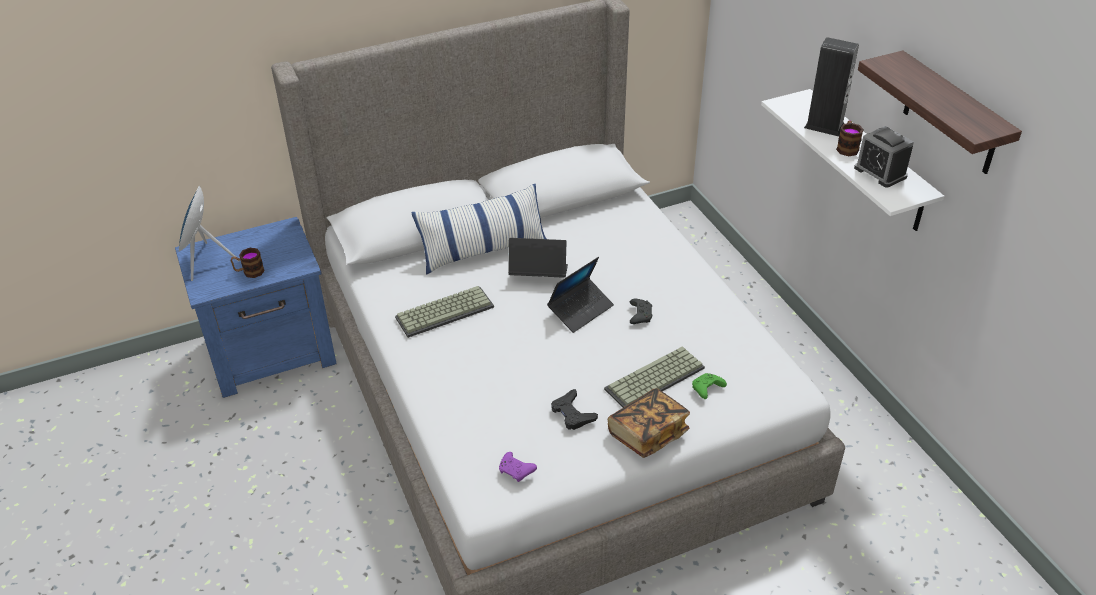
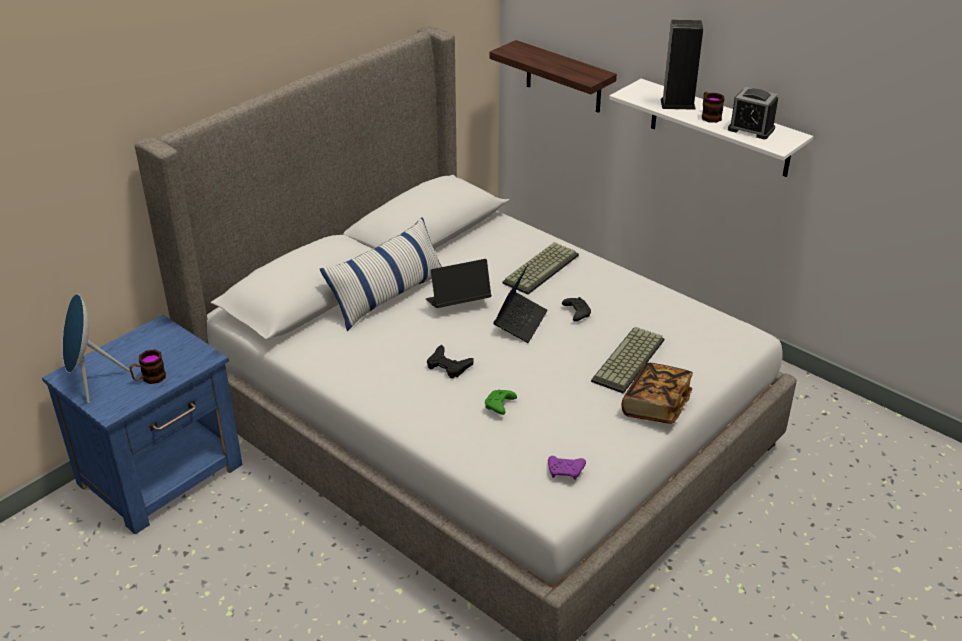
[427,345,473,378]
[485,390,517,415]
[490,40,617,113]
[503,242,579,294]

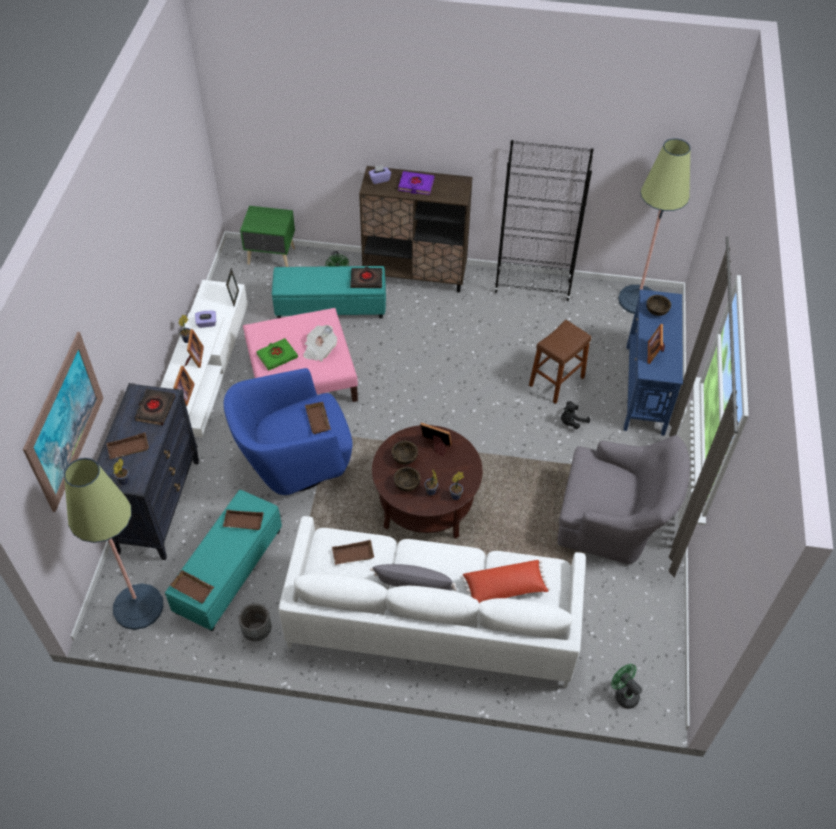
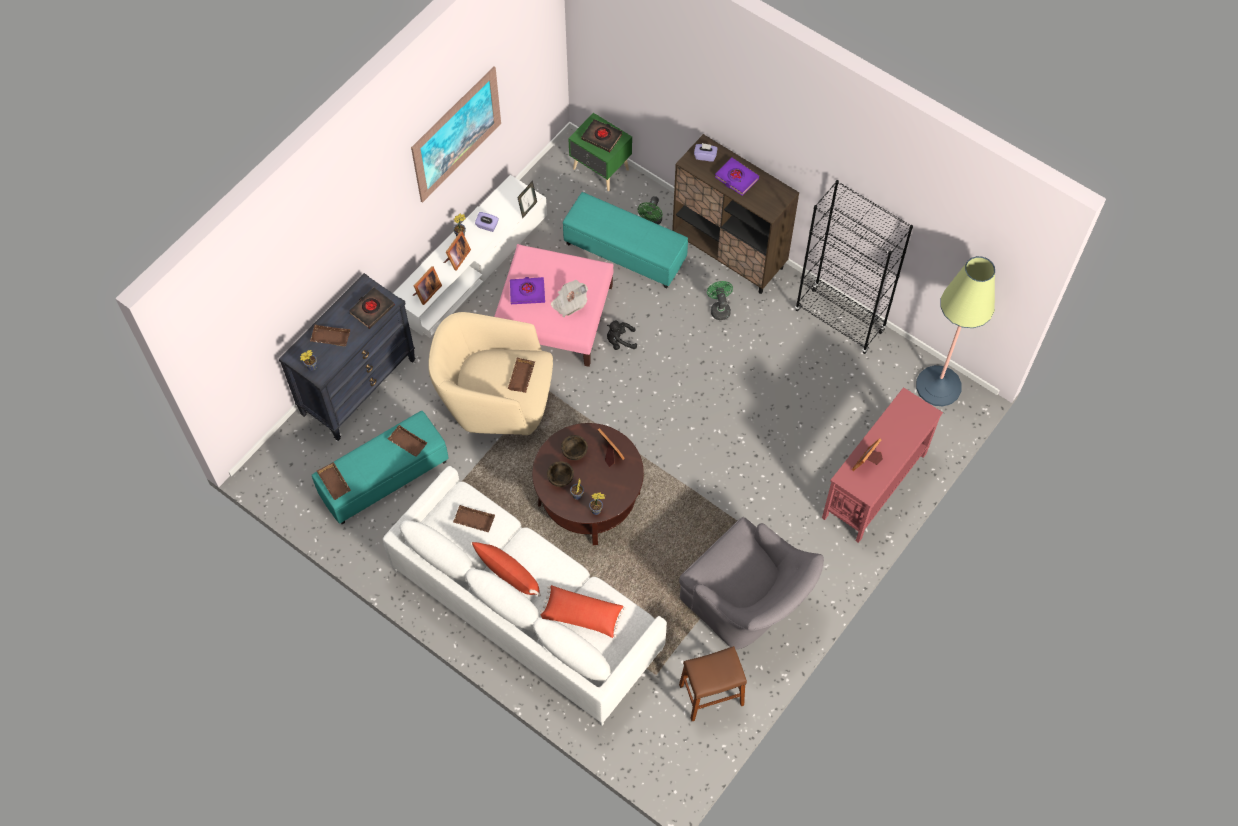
[411,67,501,203]
[428,312,553,435]
[470,542,541,597]
[510,277,545,304]
[581,119,622,152]
[607,320,637,350]
[679,646,747,721]
[707,281,733,320]
[822,387,943,543]
[64,458,163,630] (first image)
[238,603,271,642] (first image)
[647,295,671,316] (first image)

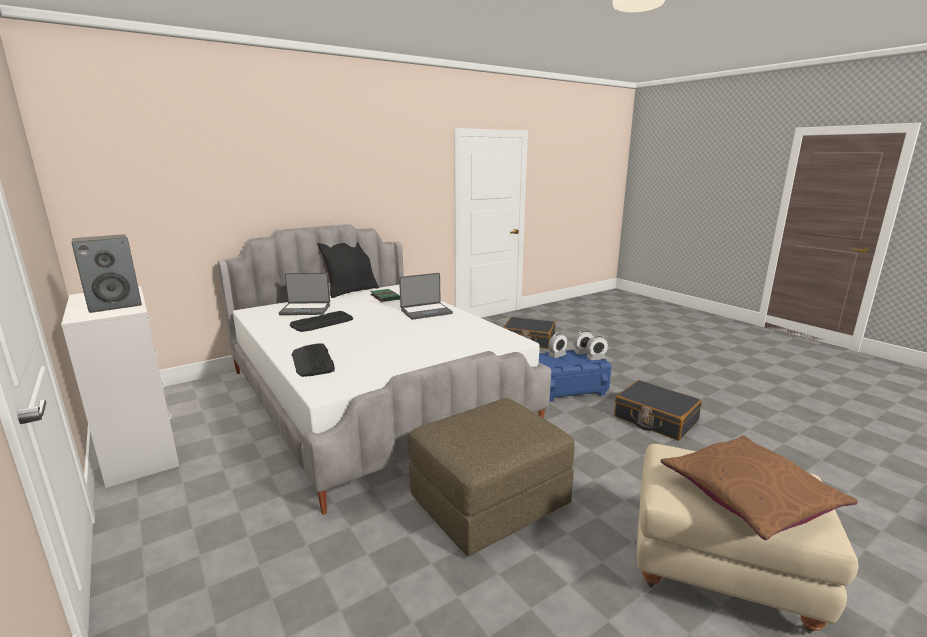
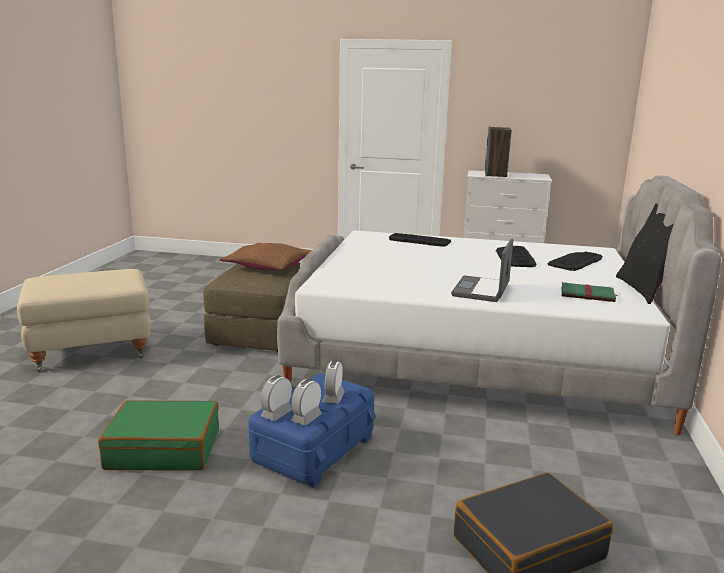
[98,400,219,470]
[219,243,312,270]
[548,252,603,271]

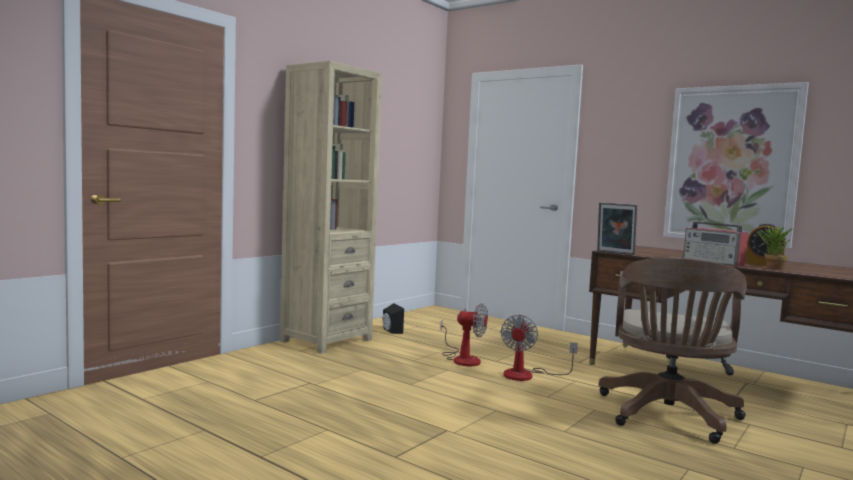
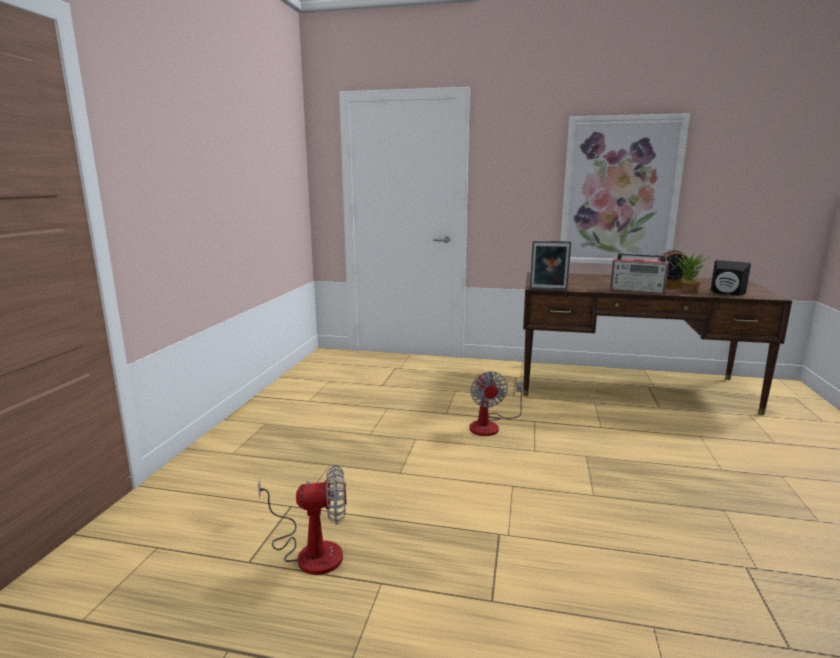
[258,465,346,575]
[711,260,751,296]
[280,61,382,354] (first image)
[598,258,747,444] (first image)

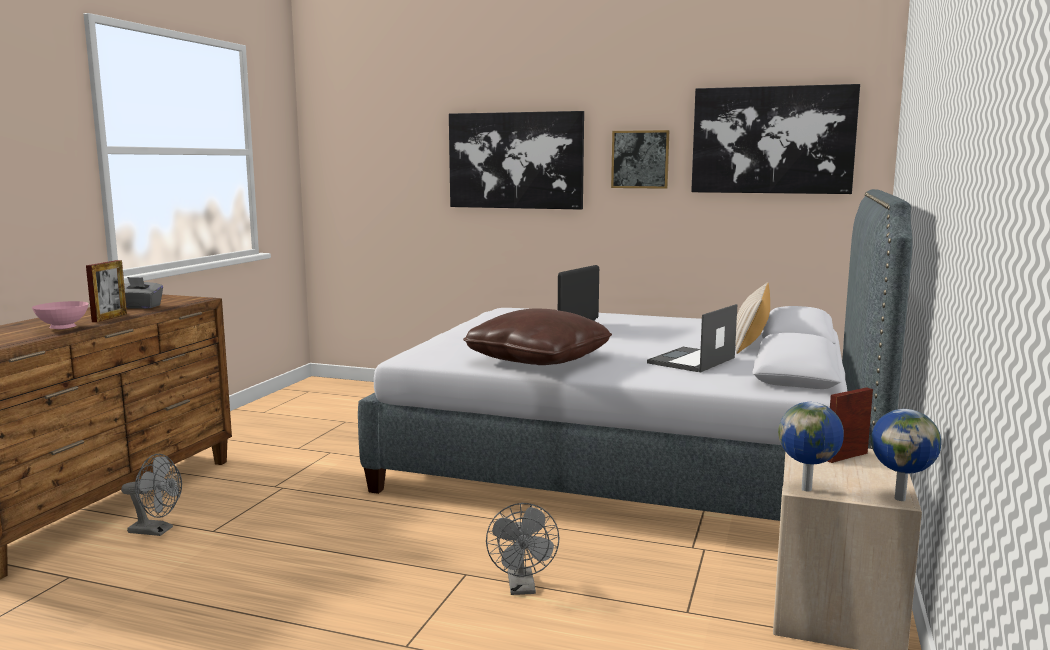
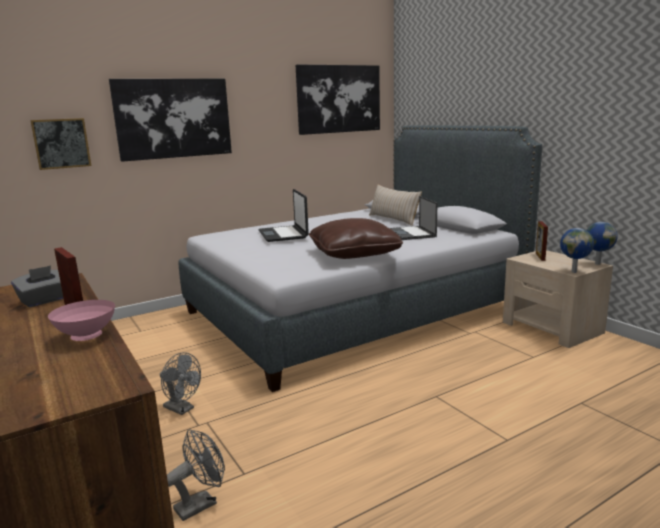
[30,118,91,170]
[160,352,201,415]

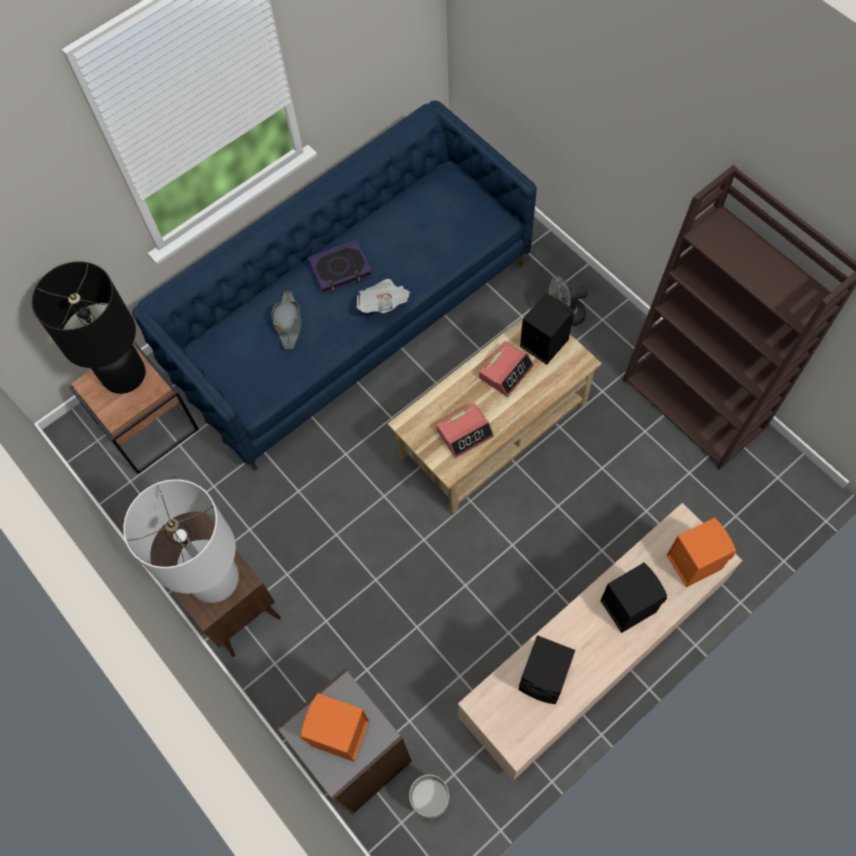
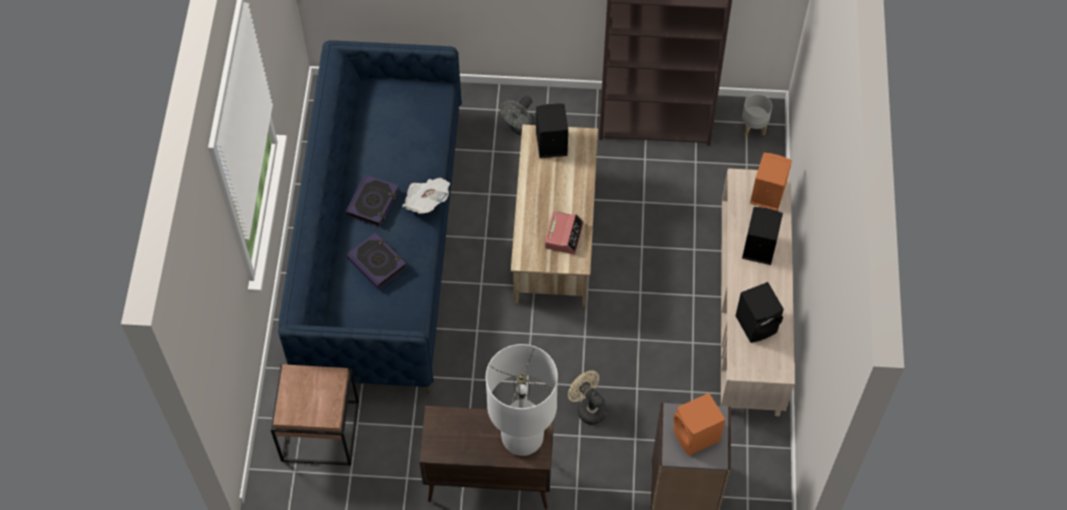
[346,233,407,289]
[568,371,607,425]
[742,94,772,136]
[32,261,146,394] (first image)
[479,341,534,397] (first image)

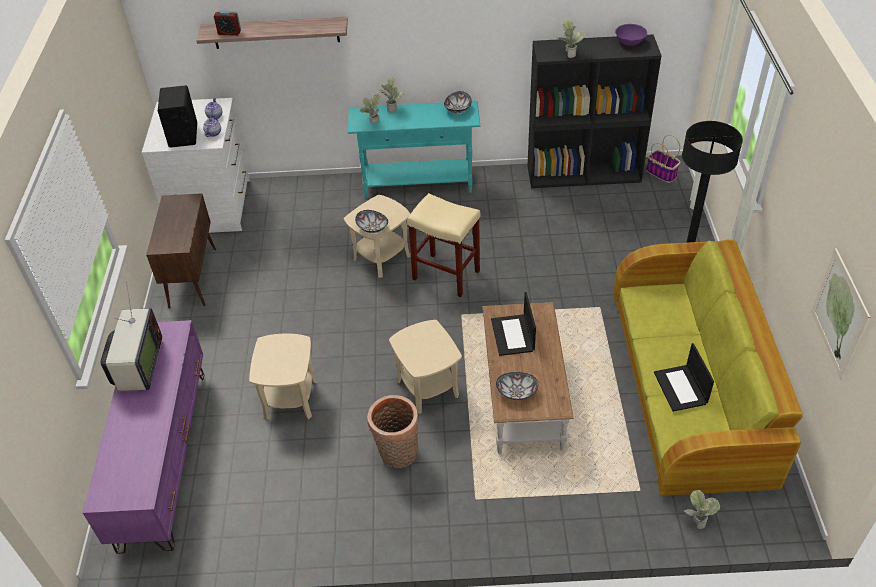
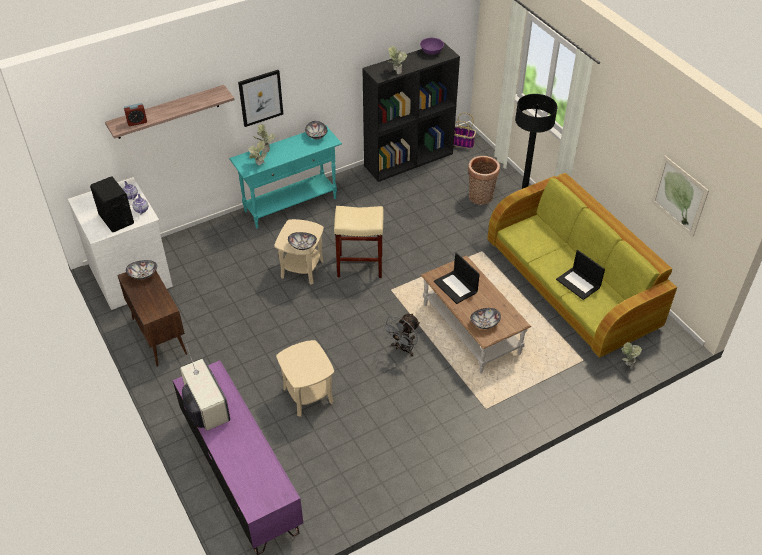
[126,260,157,279]
[238,70,283,127]
[382,313,420,357]
[468,156,500,205]

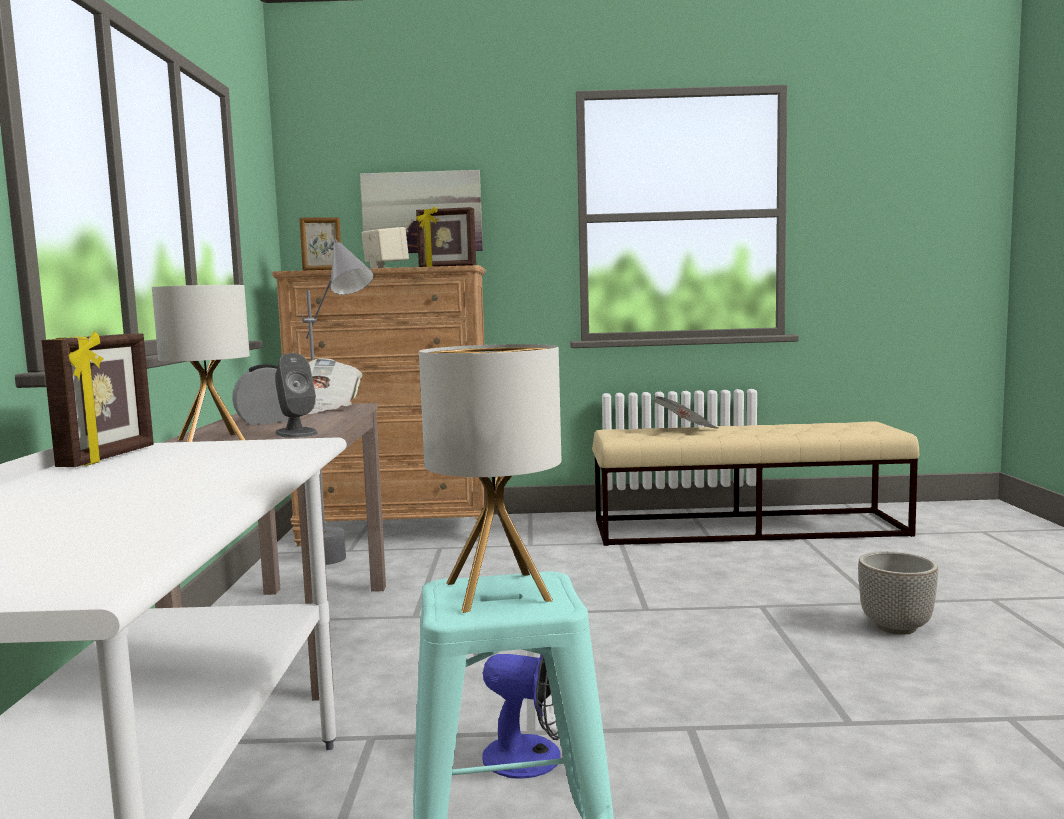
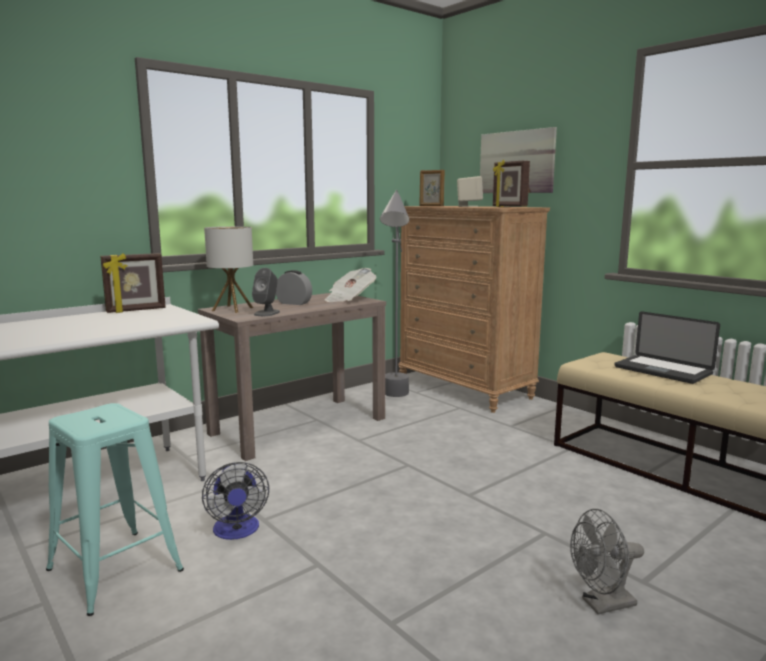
[570,509,644,614]
[614,311,720,384]
[419,344,562,613] (first image)

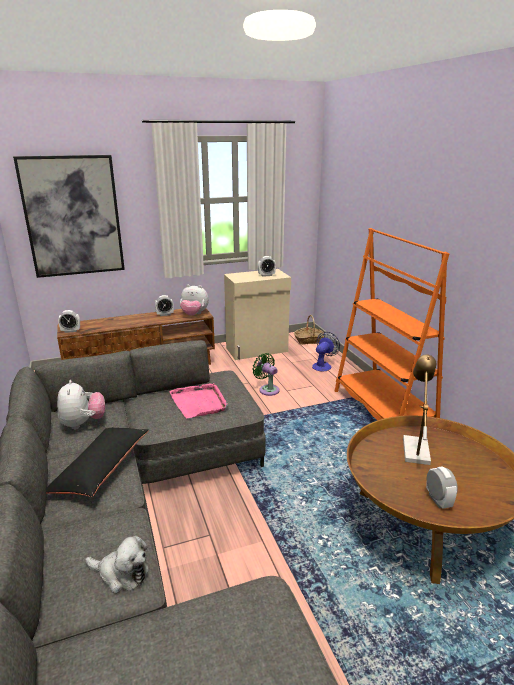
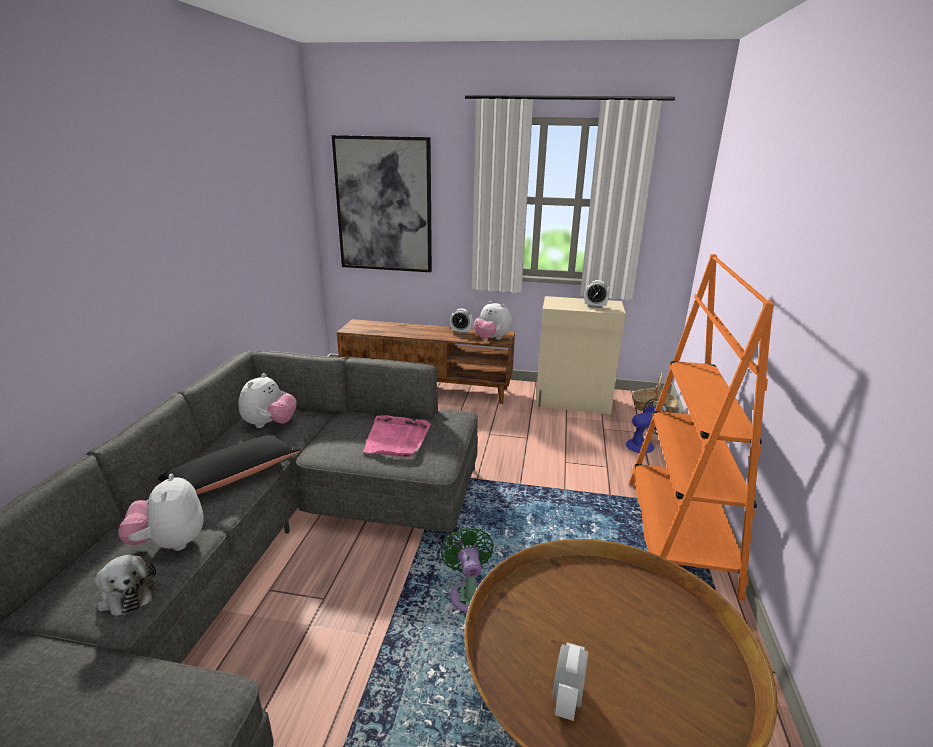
[118,474,204,551]
[441,527,494,612]
[58,310,80,333] (first image)
[403,354,436,465] (first image)

